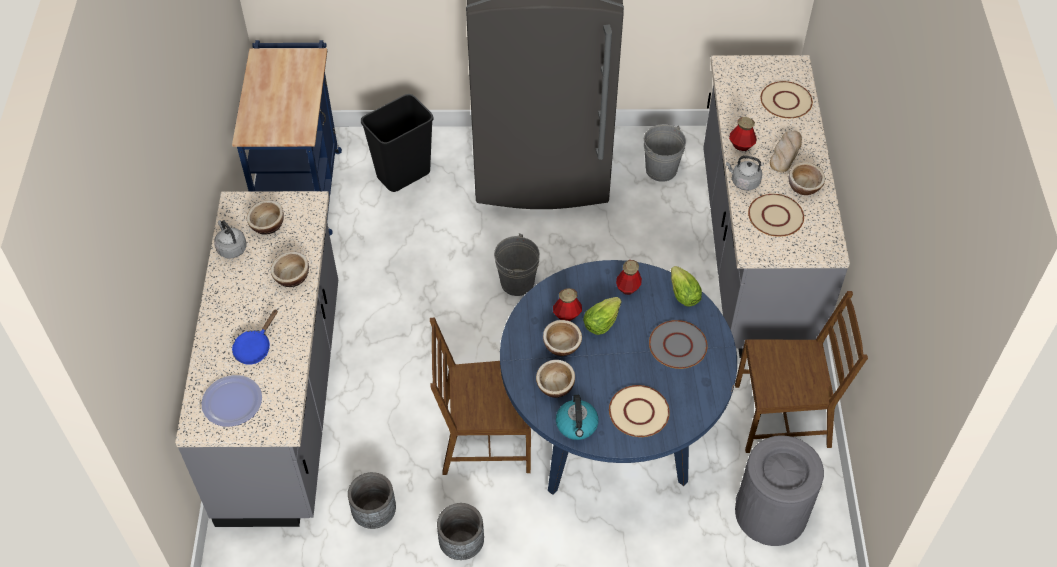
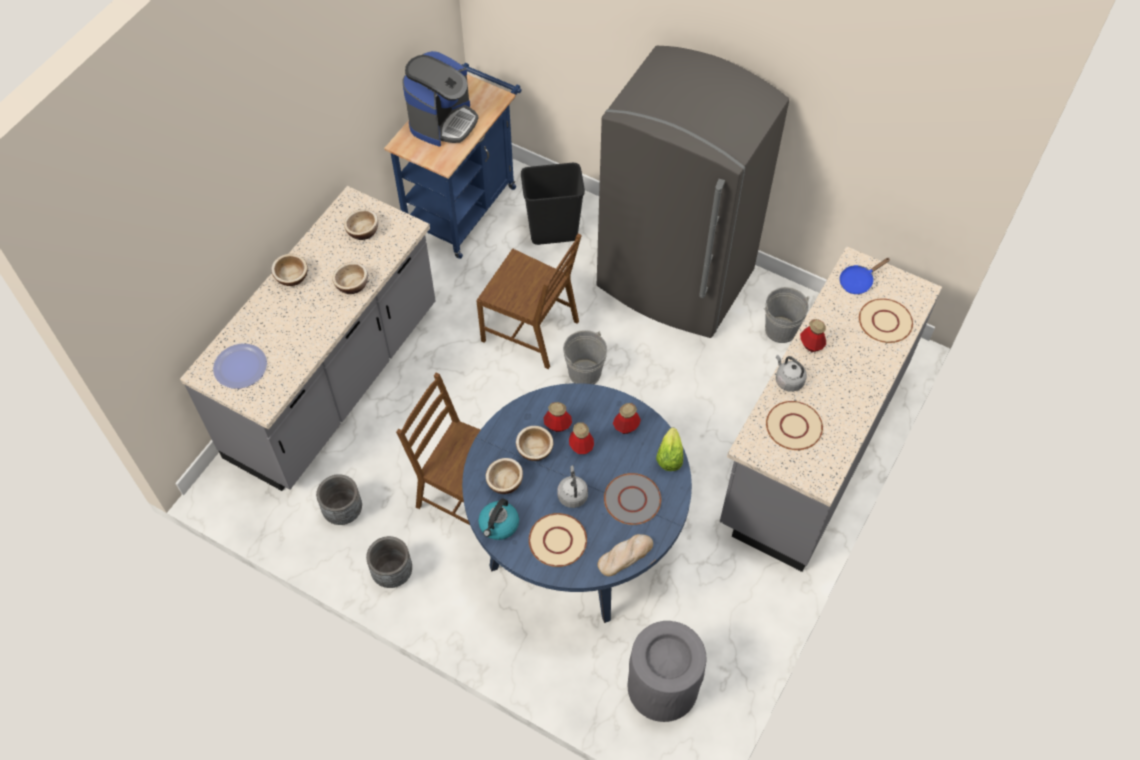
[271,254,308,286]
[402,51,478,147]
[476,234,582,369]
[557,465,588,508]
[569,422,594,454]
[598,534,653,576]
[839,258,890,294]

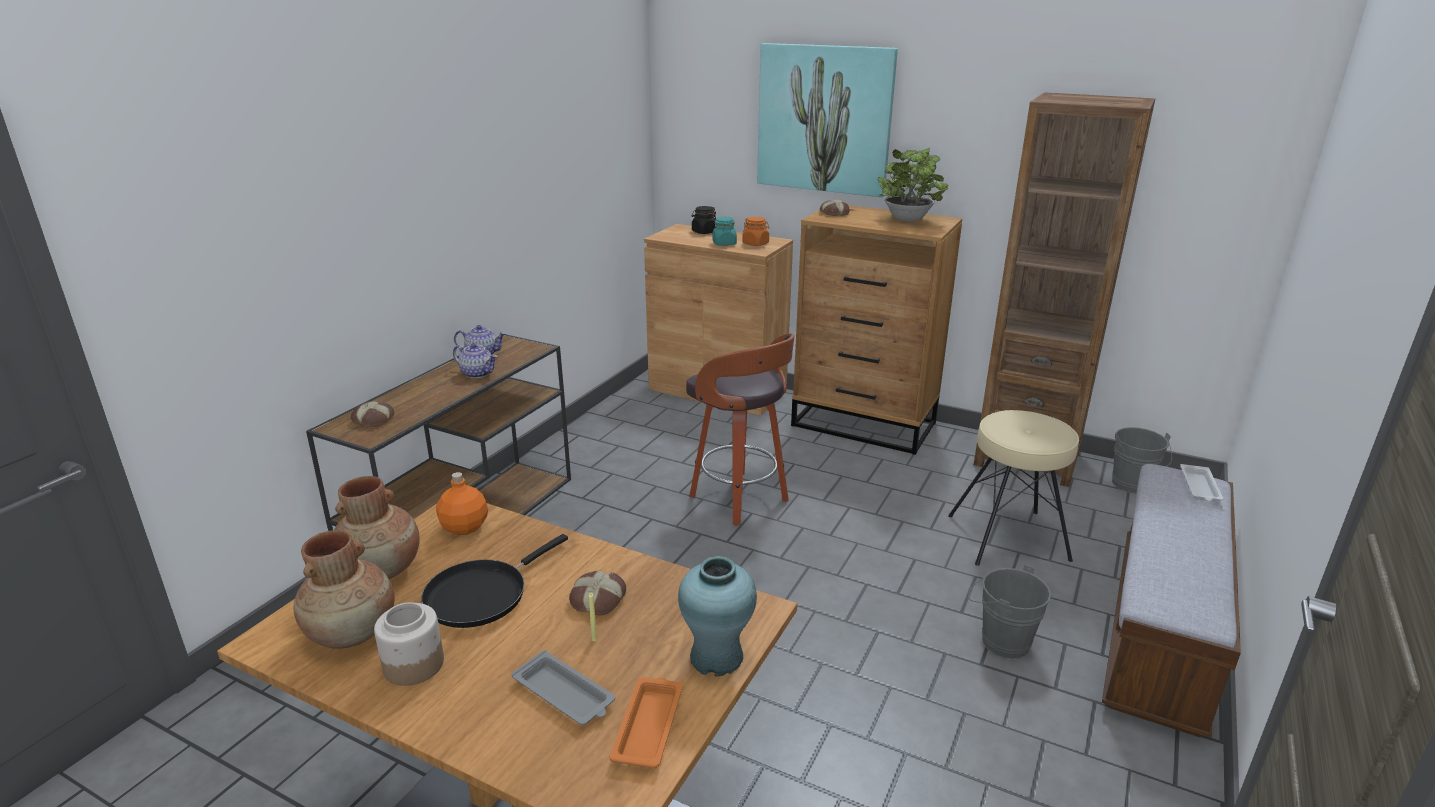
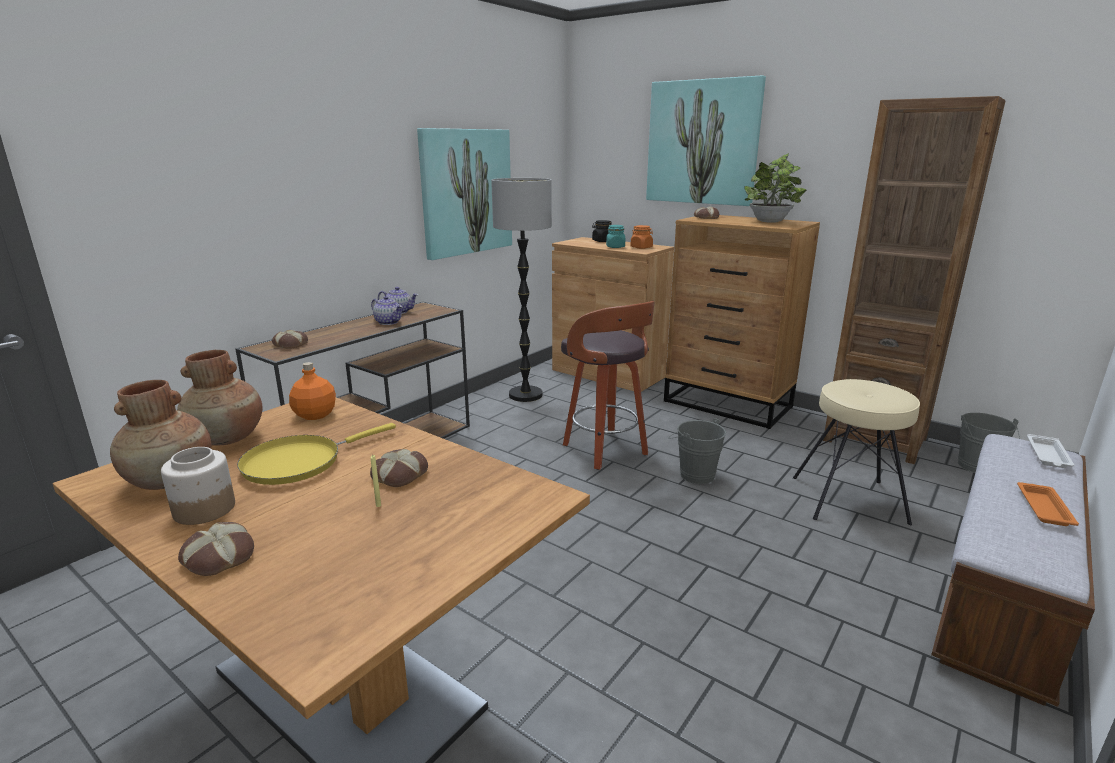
[178,522,254,576]
[237,423,396,485]
[417,128,512,260]
[491,178,552,402]
[668,418,726,484]
[1017,482,1079,526]
[511,650,615,725] (first image)
[678,556,757,677] (first image)

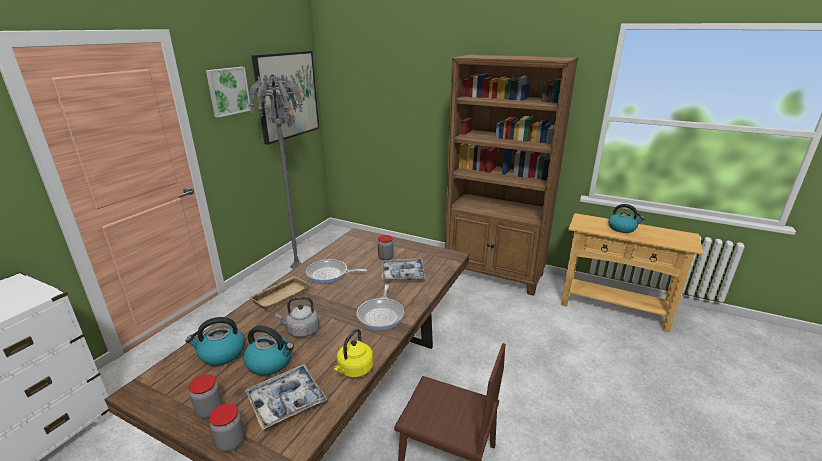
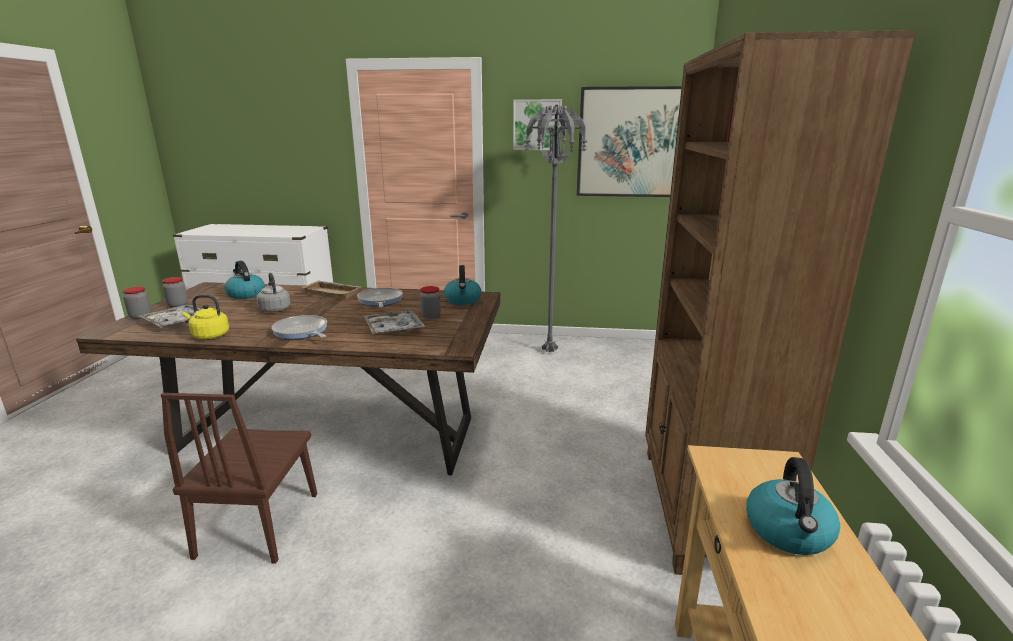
[271,315,327,339]
[444,265,481,305]

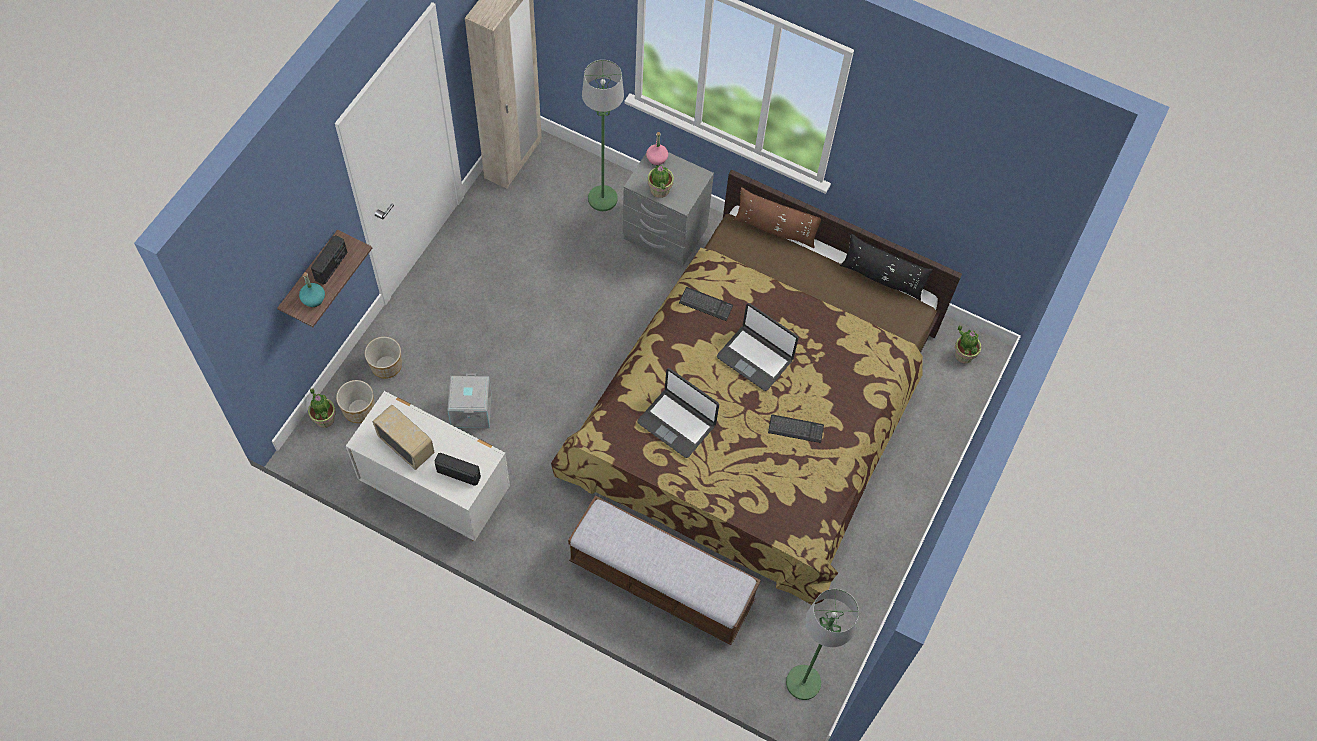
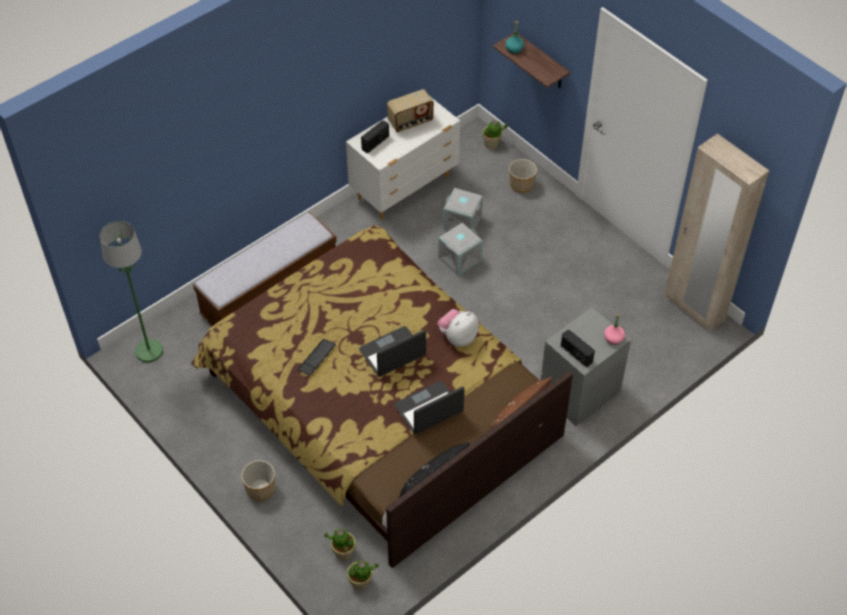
[241,460,275,501]
[324,528,356,560]
[394,381,464,434]
[437,309,479,347]
[438,222,483,276]
[561,330,595,367]
[582,60,624,211] (first image)

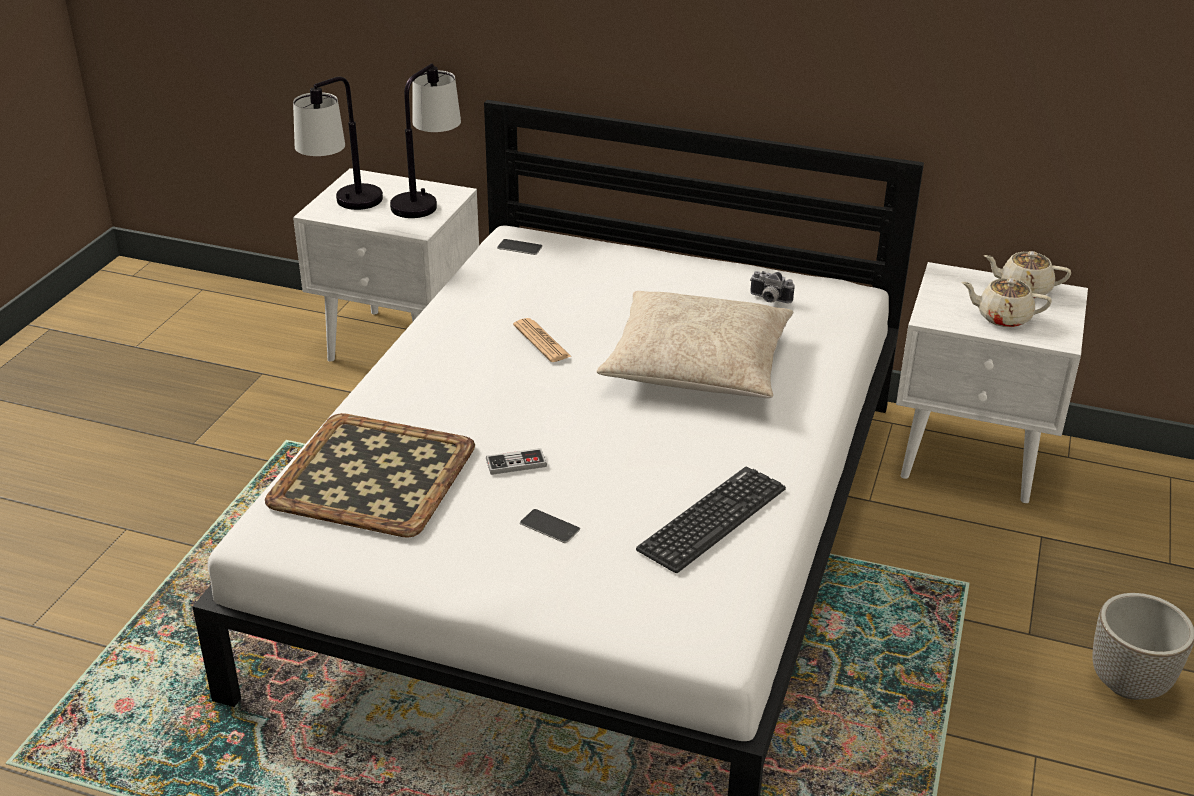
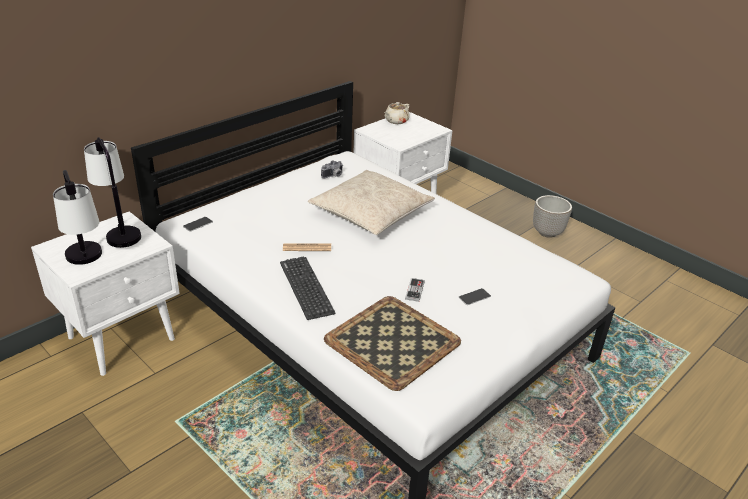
[280,256,336,320]
[961,278,1052,327] (first image)

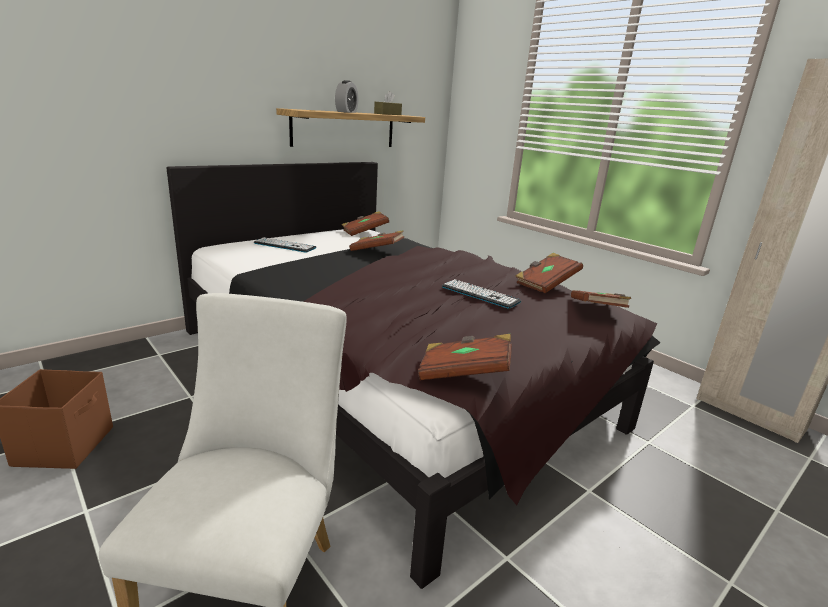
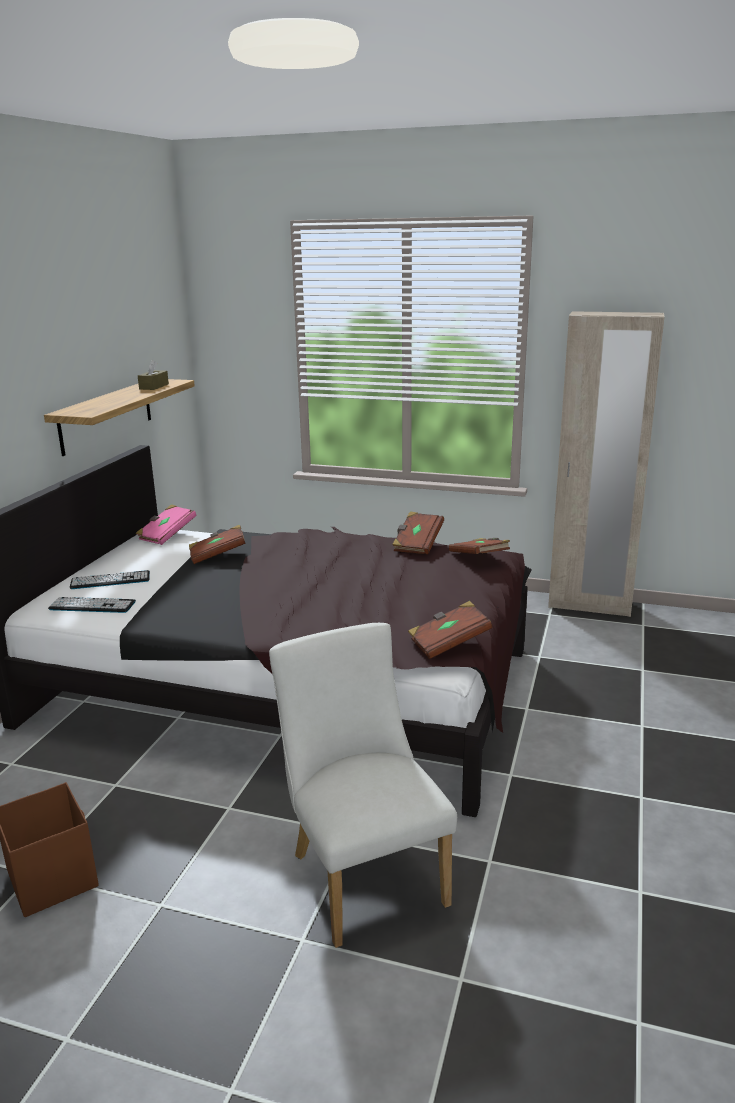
[48,597,136,613]
[136,504,196,545]
[335,80,358,113] (first image)

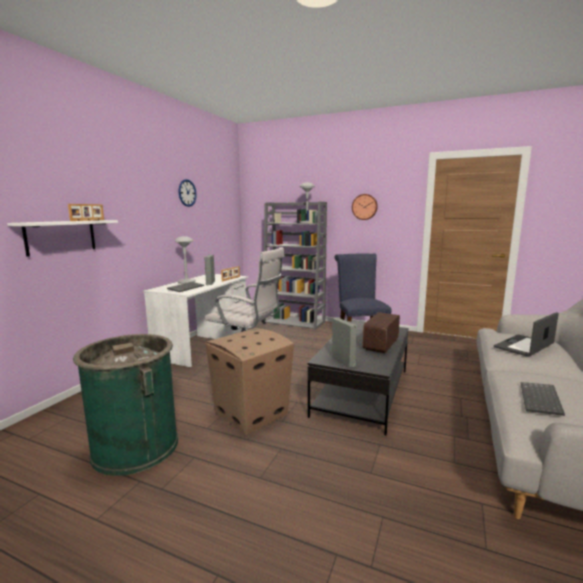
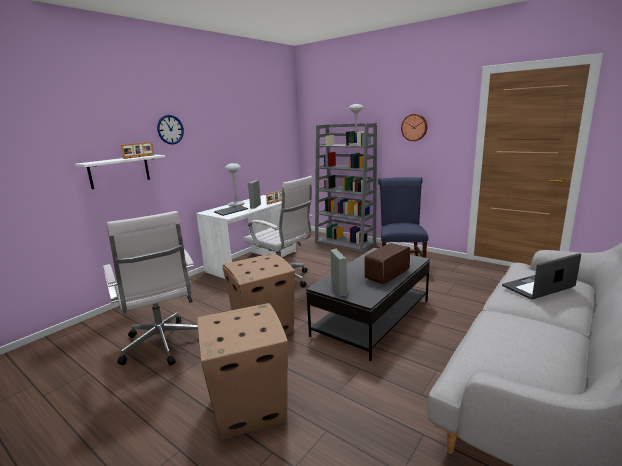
[103,211,198,366]
[157,115,184,145]
[197,303,288,440]
[521,382,565,416] (first image)

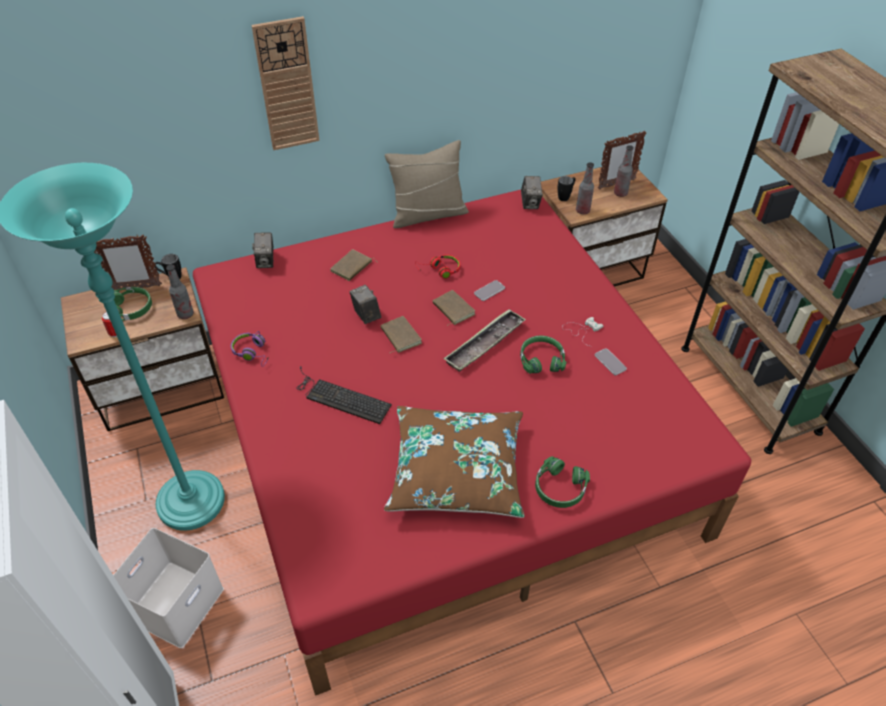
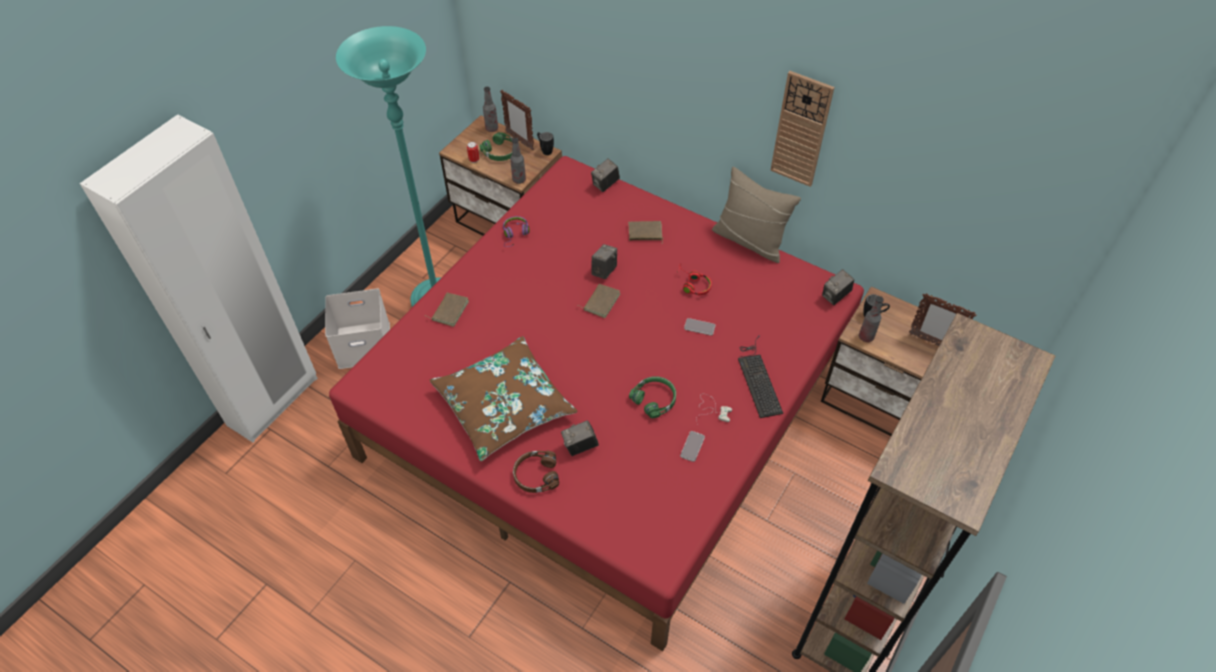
[427,293,469,327]
[483,87,498,132]
[513,450,559,493]
[561,420,599,456]
[738,335,783,418]
[770,71,835,187]
[443,309,526,372] (first image)

